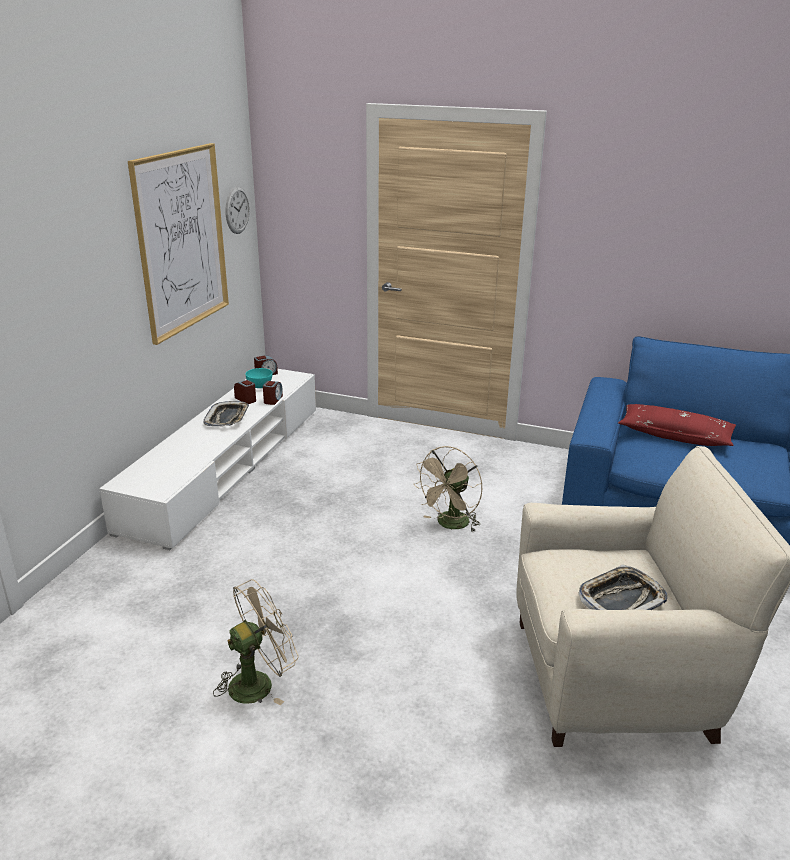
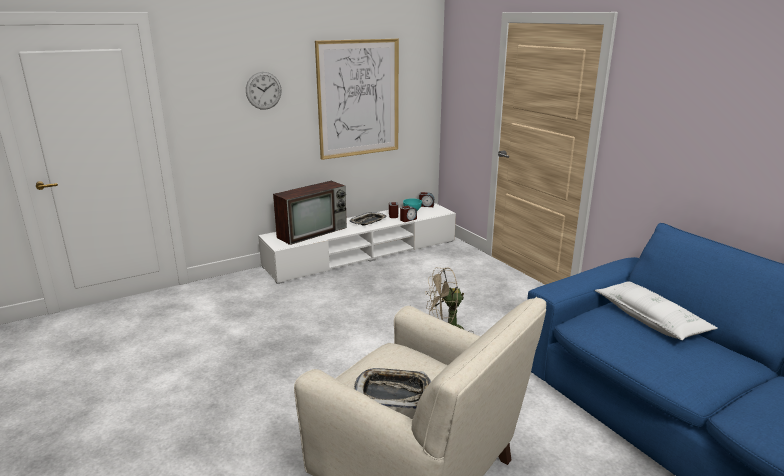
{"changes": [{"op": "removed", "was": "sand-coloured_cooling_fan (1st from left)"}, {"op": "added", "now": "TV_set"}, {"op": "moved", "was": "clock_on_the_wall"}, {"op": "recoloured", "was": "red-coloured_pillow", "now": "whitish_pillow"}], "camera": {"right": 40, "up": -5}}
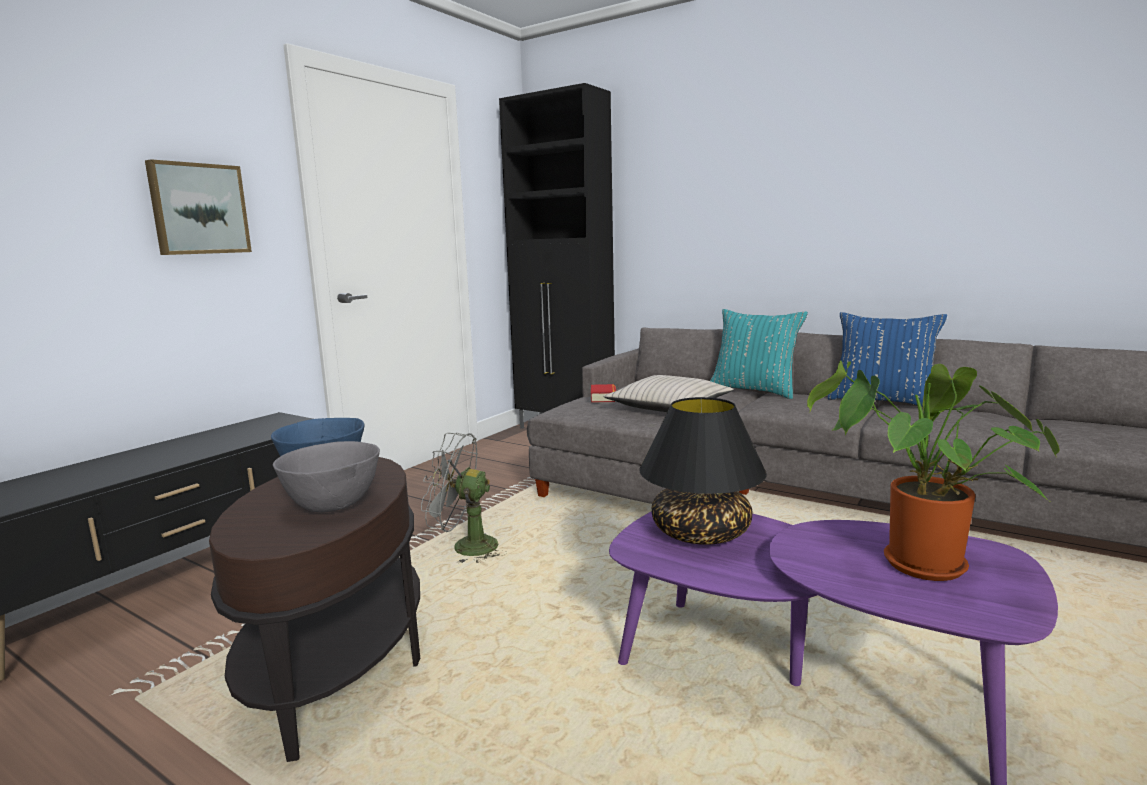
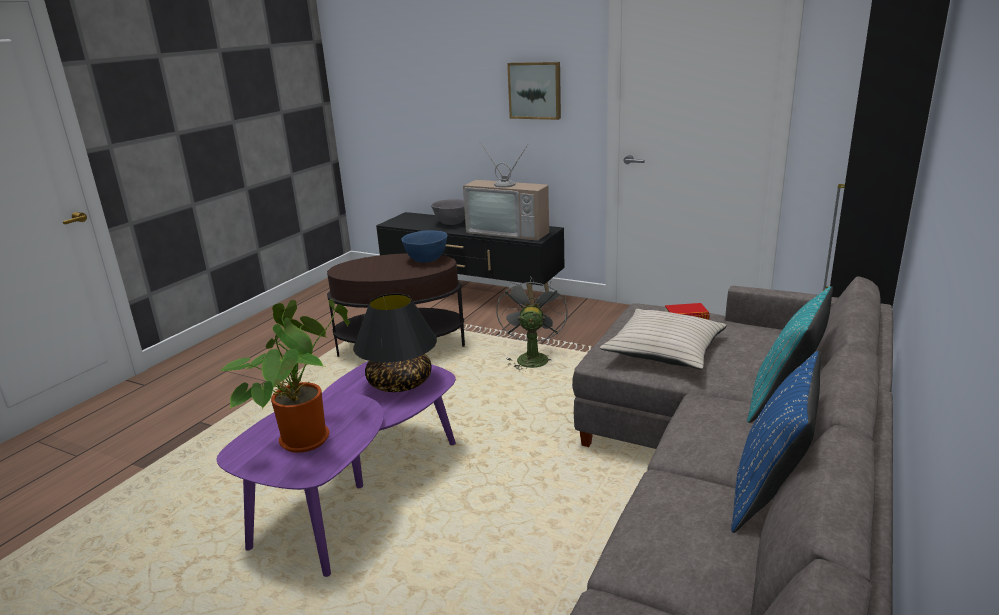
{"changes": [{"op": "added", "now": "TV_set"}, {"op": "moved", "was": "greyish_serving_bowl"}], "camera": {"right": 85, "up": 10}}
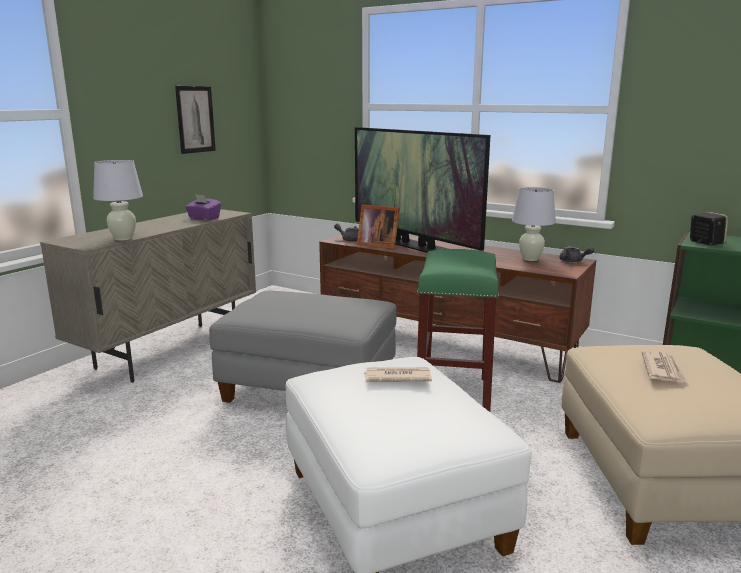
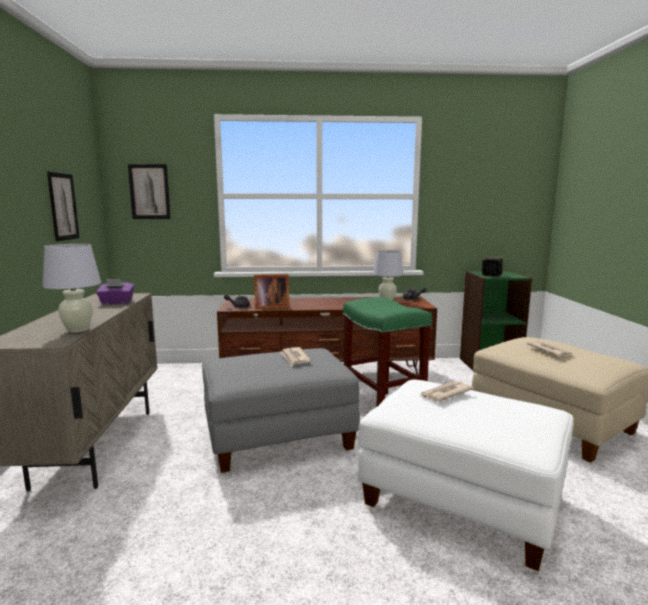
{"changes": [{"op": "removed", "was": "TV_set"}, {"op": "added", "now": "wall_art (2nd from left)"}, {"op": "added", "now": "daily_paper (1st from left)"}], "camera": {"right": -35, "up": -5}}
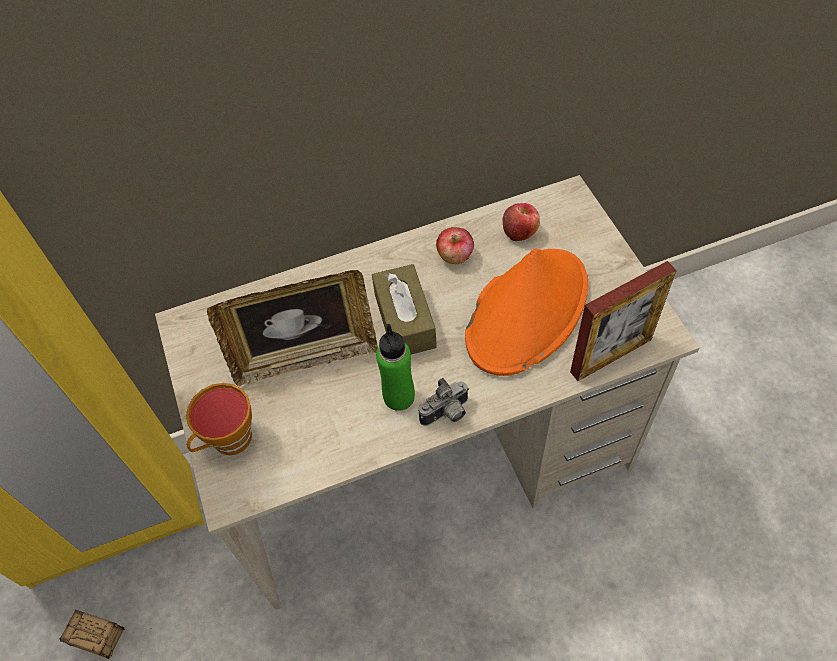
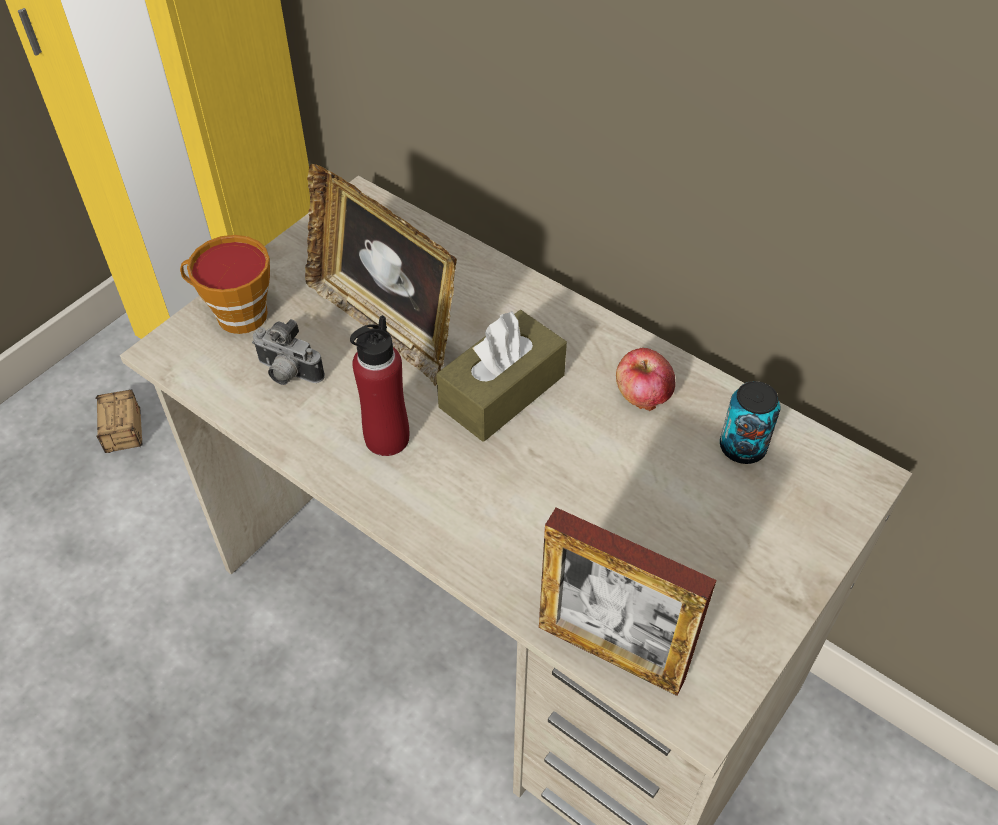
{"changes": [{"op": "removed", "was": "orangey_clothing_hat"}, {"op": "moved", "was": "photo_camera"}, {"op": "replaced", "was": "apple_fruit (2nd from left)", "now": "can"}, {"op": "recoloured", "was": "greenish_bottle", "now": "red-coloured_bottle"}], "camera": {"right": 55, "up": -5}}
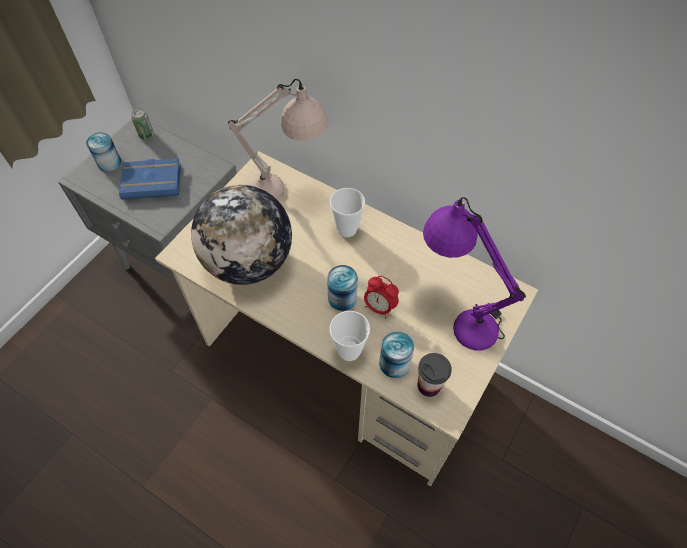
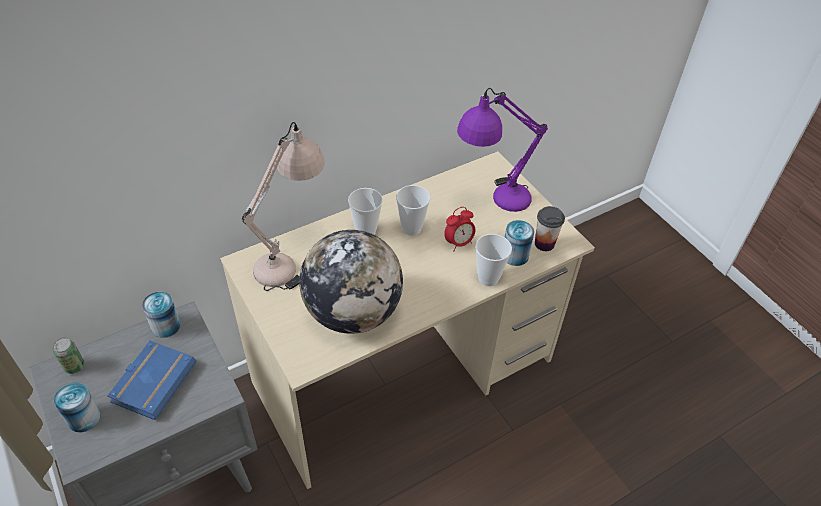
{"changes": [{"op": "added", "now": "cup (2nd from left)"}, {"op": "moved", "was": "can (3rd from left)"}], "camera": {"right": -65, "up": -10}}
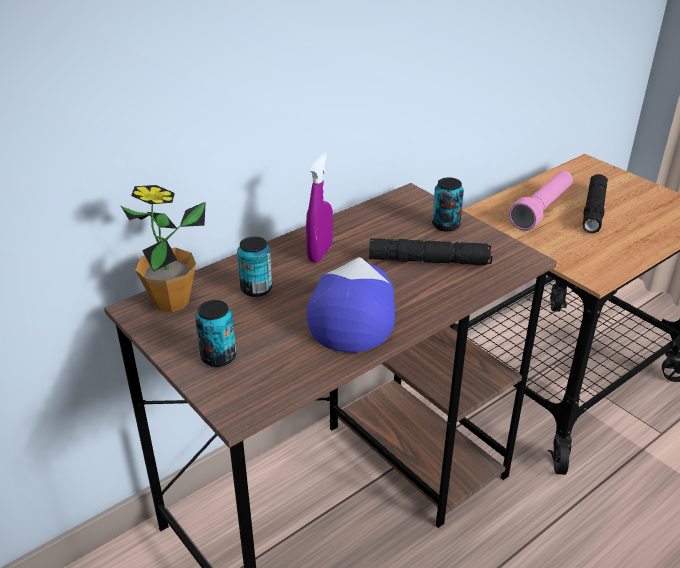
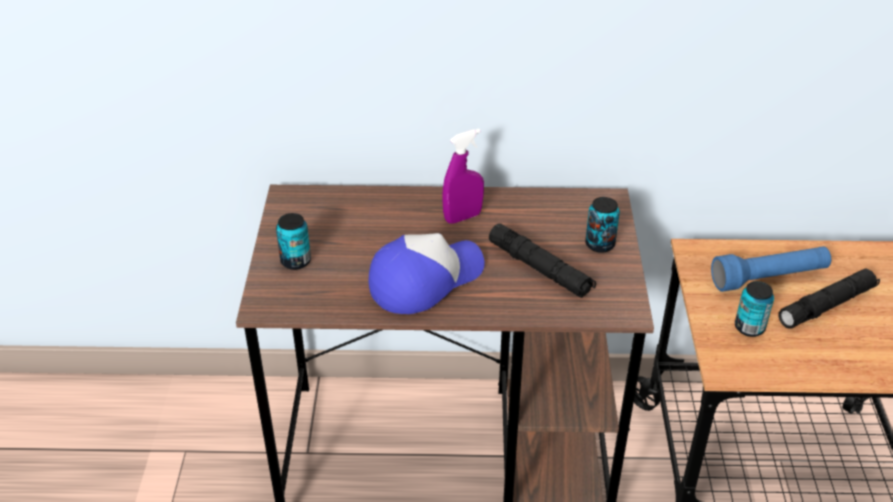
{"changes": [{"op": "removed", "was": "plant_in_a_pot"}, {"op": "moved", "was": "can (2nd from left in the first image)", "now": "can (3rd from left)"}, {"op": "recoloured", "was": "pink_torch", "now": "blue-coloured_torch"}], "camera": {"right": 40, "up": 5}}
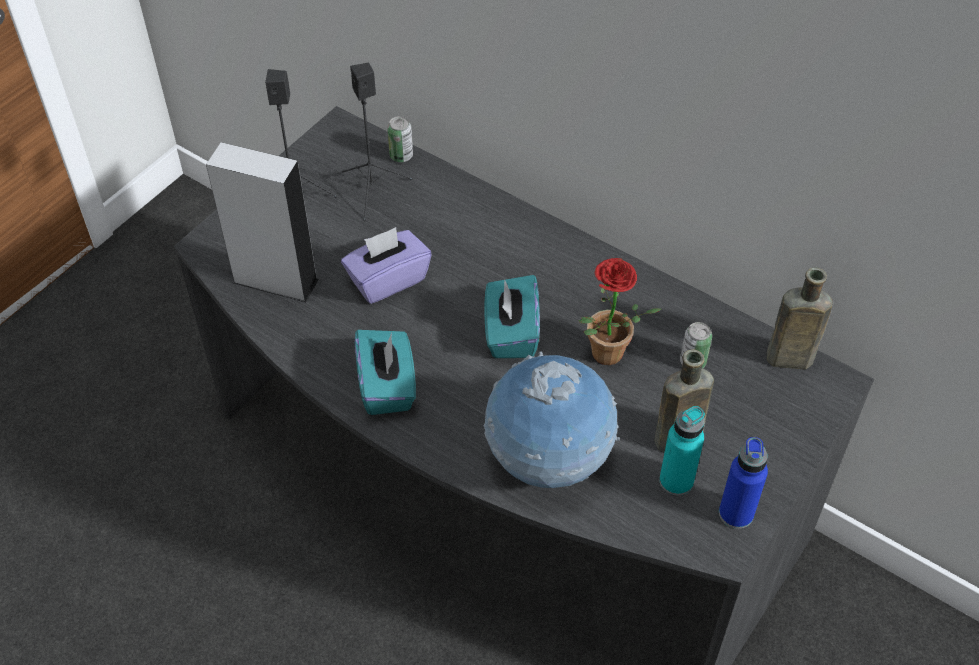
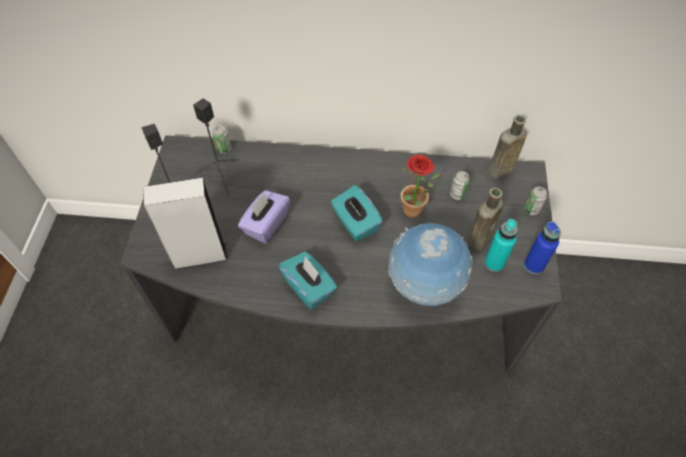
{"changes": [{"op": "added", "now": "can (3rd from left)"}], "camera": {"right": -30, "up": 5}}
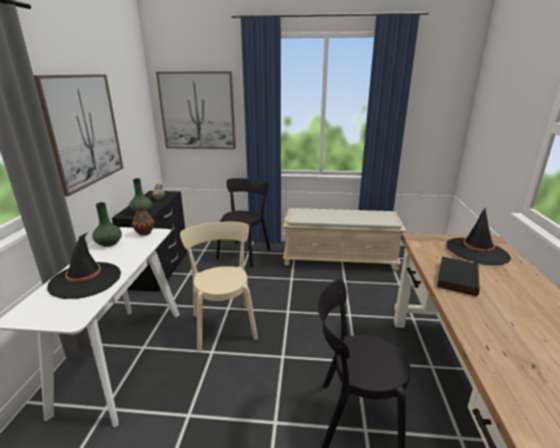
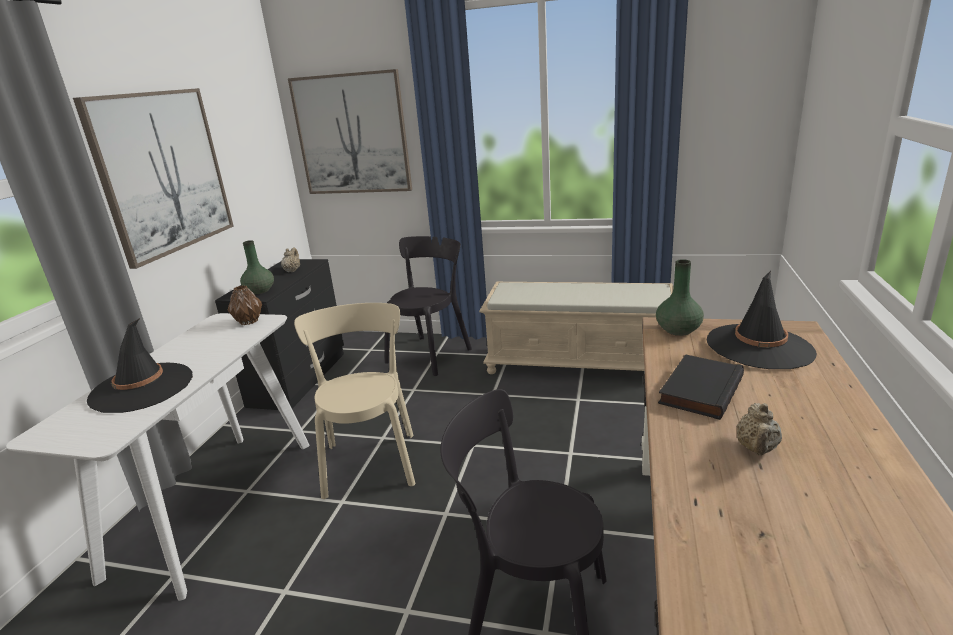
{"changes": [{"op": "added", "now": "sand-coloured_teapot (2nd from left)"}, {"op": "moved", "was": "greenish_decorative_vase (1st from left in the first image)", "now": "greenish_decorative_vase (2nd from left)"}], "camera": {"right": 10, "up": 0}}
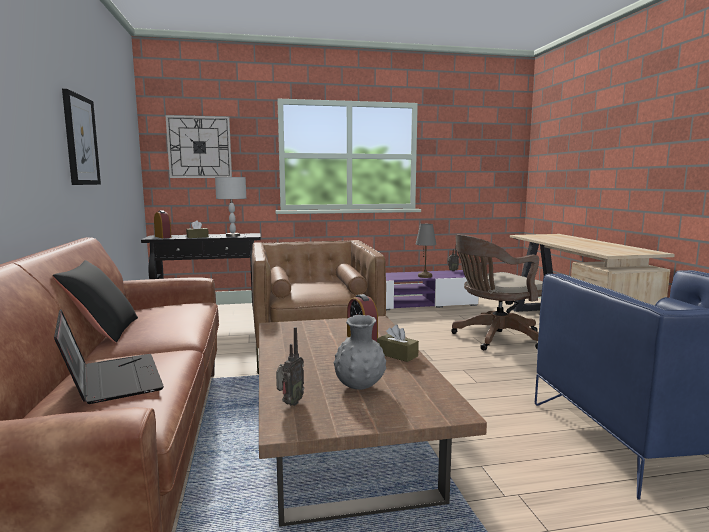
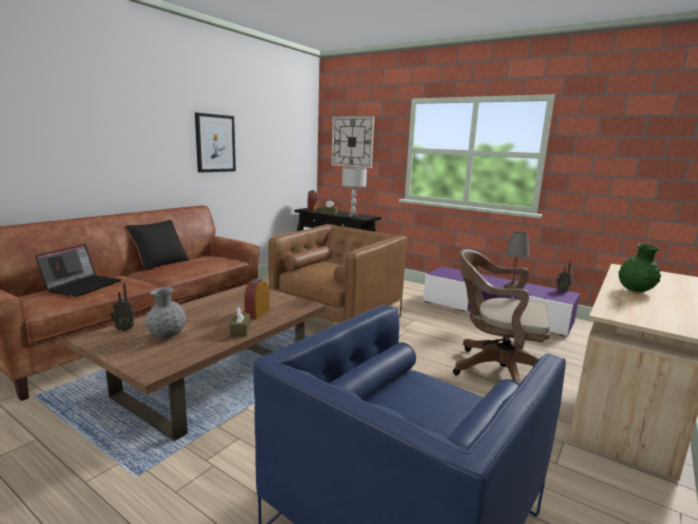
{"changes": [{"op": "added", "now": "greenish_decorative_vase"}], "camera": {"right": 45, "up": 5}}
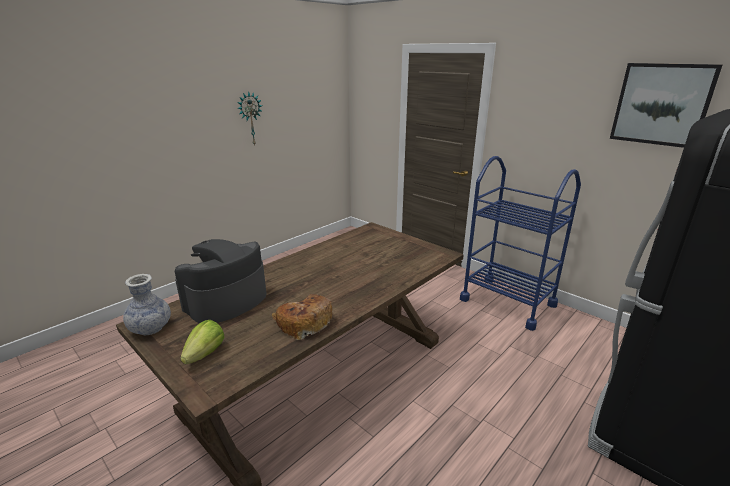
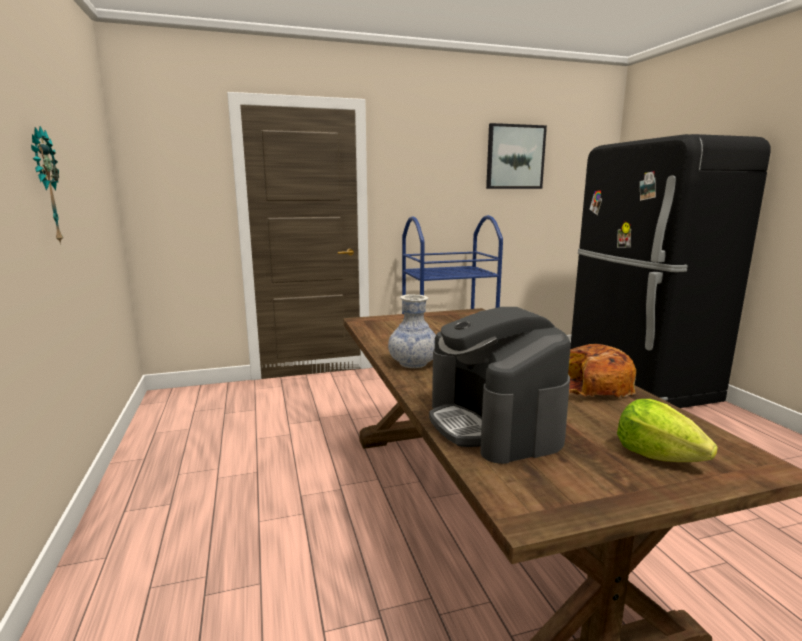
{"changes": [{"op": "moved", "was": "decorative_vase"}], "camera": {"right": -60, "up": -10}}
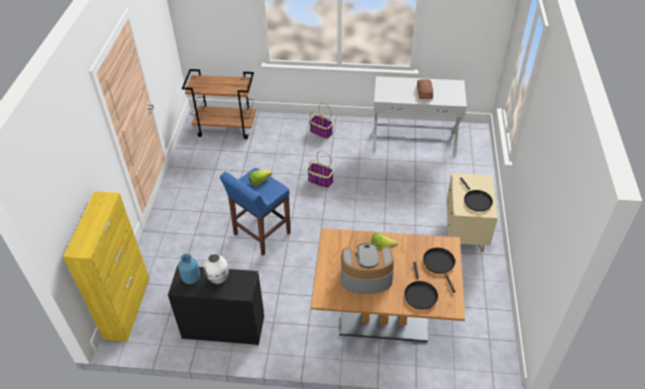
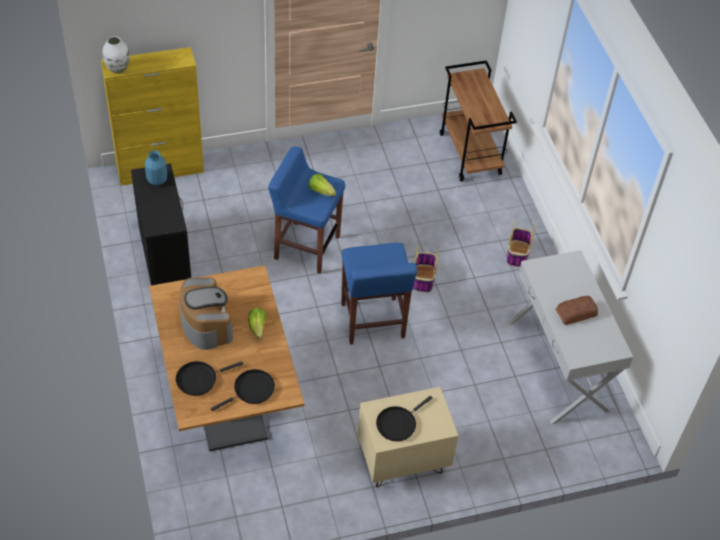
{"changes": [{"op": "added", "now": "blue-coloured_stool_seat (2nd from left)"}, {"op": "moved", "was": "whitish_decorative_vase"}], "camera": {"right": 65, "up": 5}}
